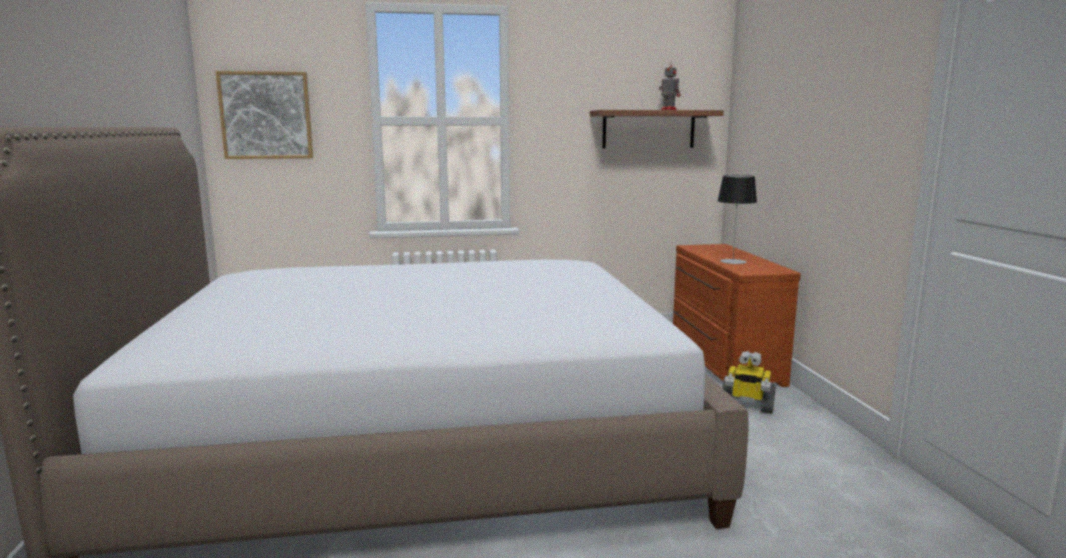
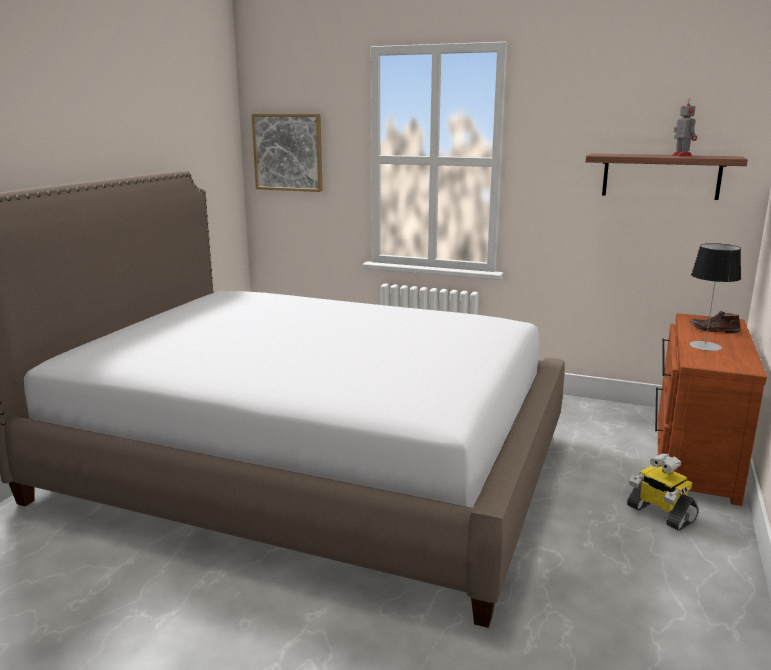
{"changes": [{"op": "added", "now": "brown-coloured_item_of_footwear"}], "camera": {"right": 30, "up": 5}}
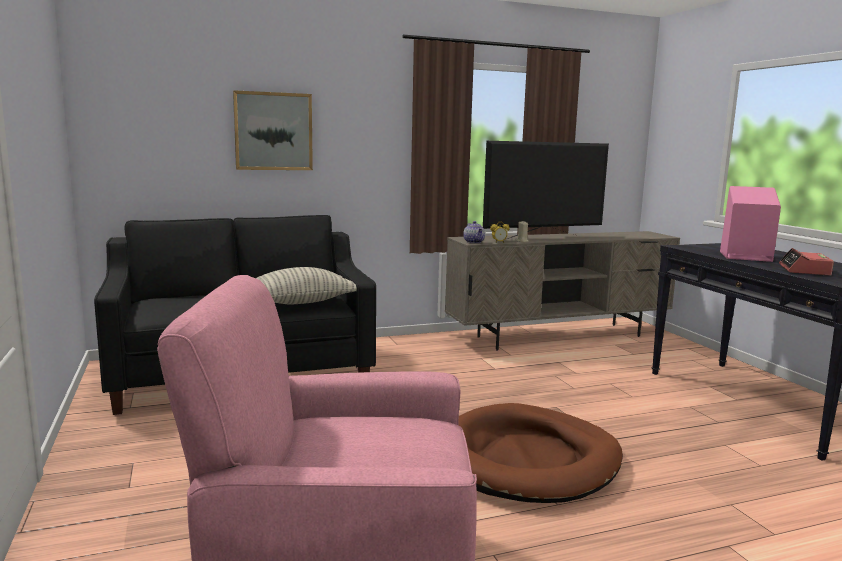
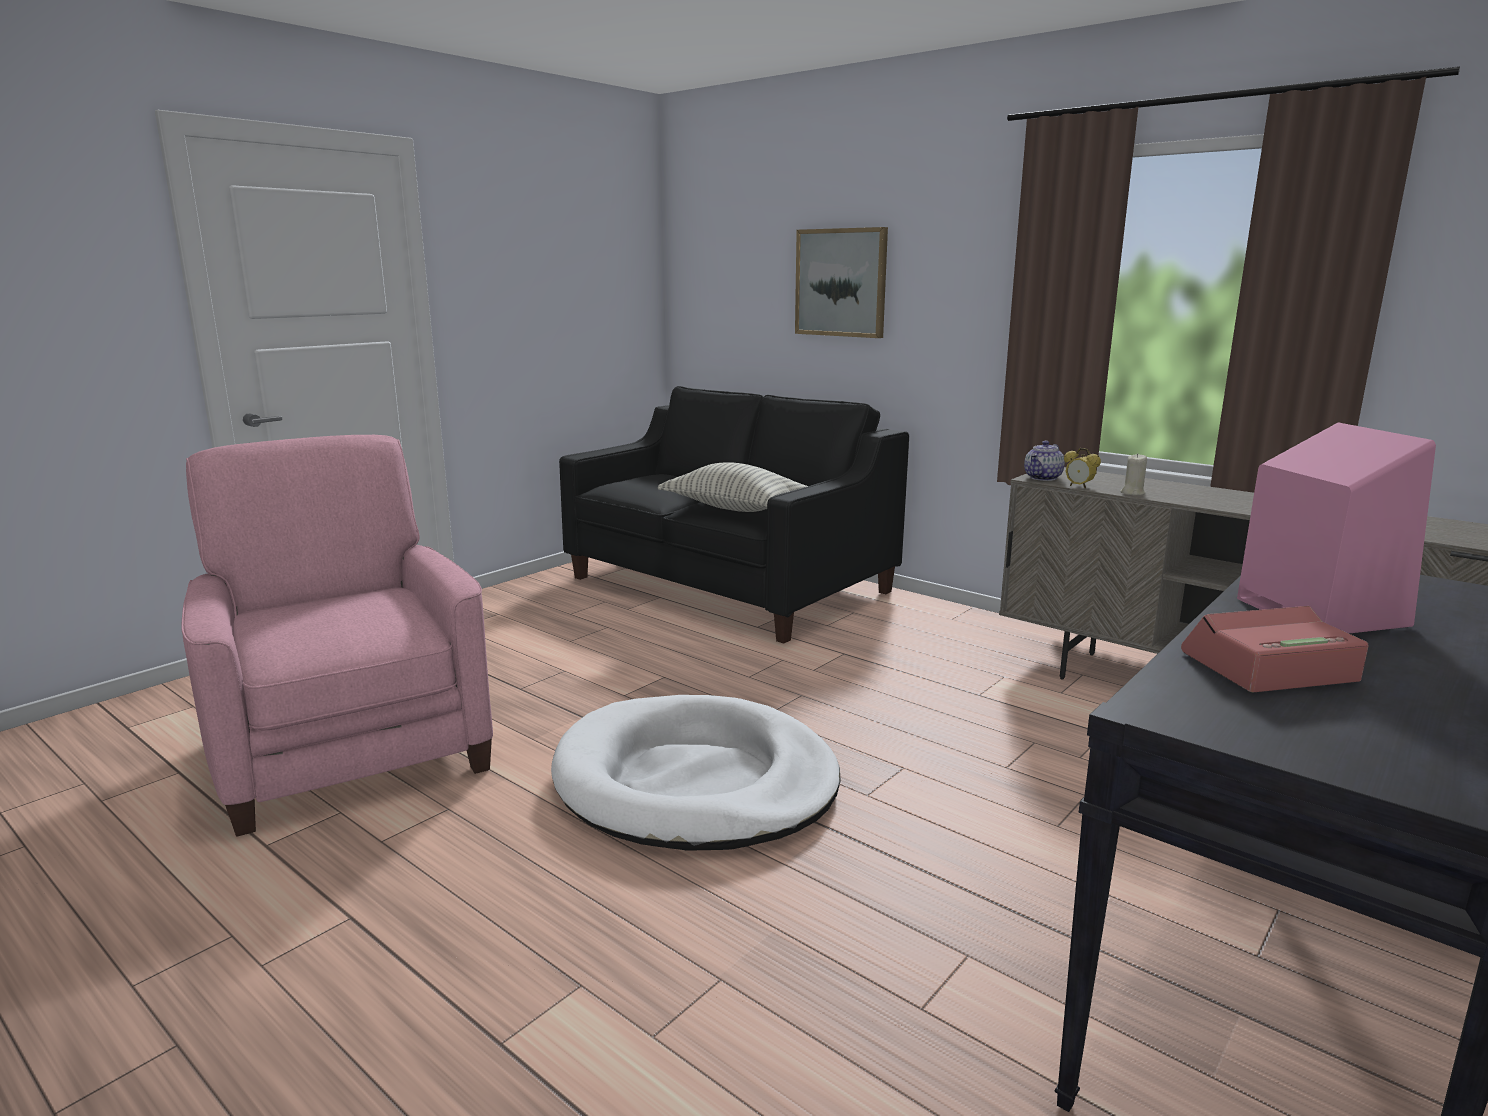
{"changes": [{"op": "removed", "was": "TV_set"}, {"op": "recoloured", "was": "brown-coloured_dog_cushion", "now": "whitish_dog_cushion"}], "camera": {"right": 60, "up": 5}}
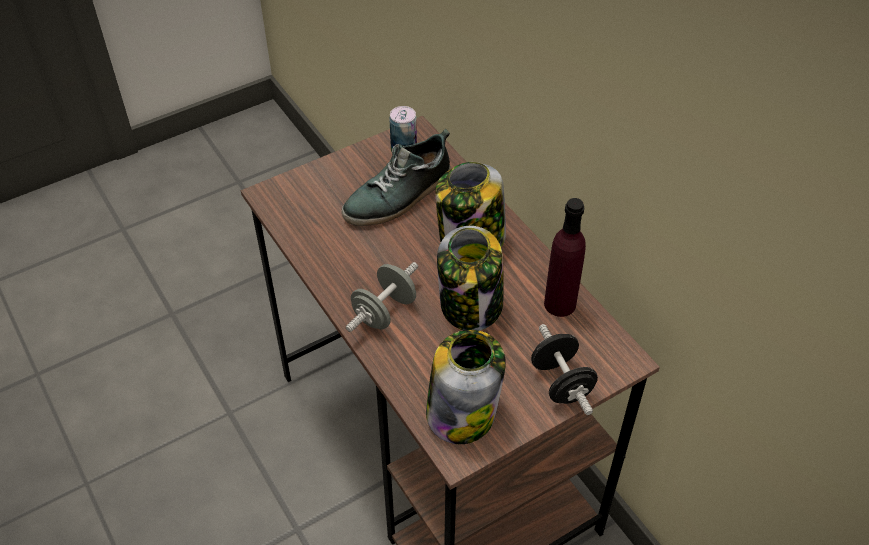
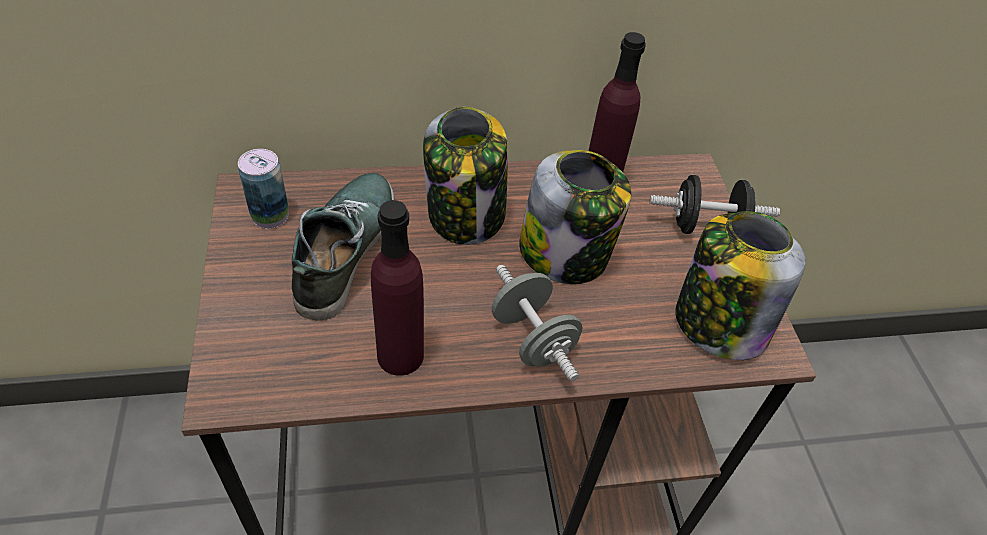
{"changes": [{"op": "added", "now": "purple-coloured_bottle (1st from left)"}, {"op": "turned", "was": "item_of_footwear", "clockwise": -150}], "camera": {"right": -70, "up": 0}}
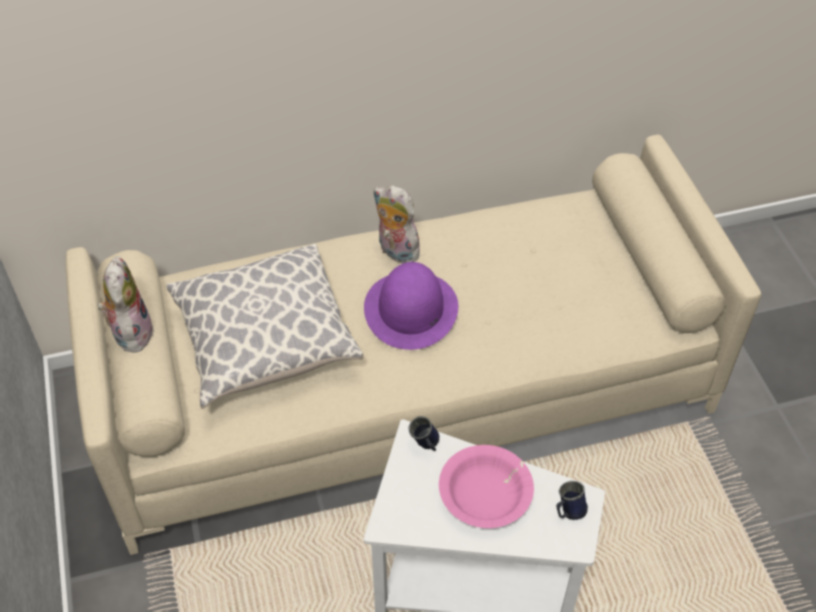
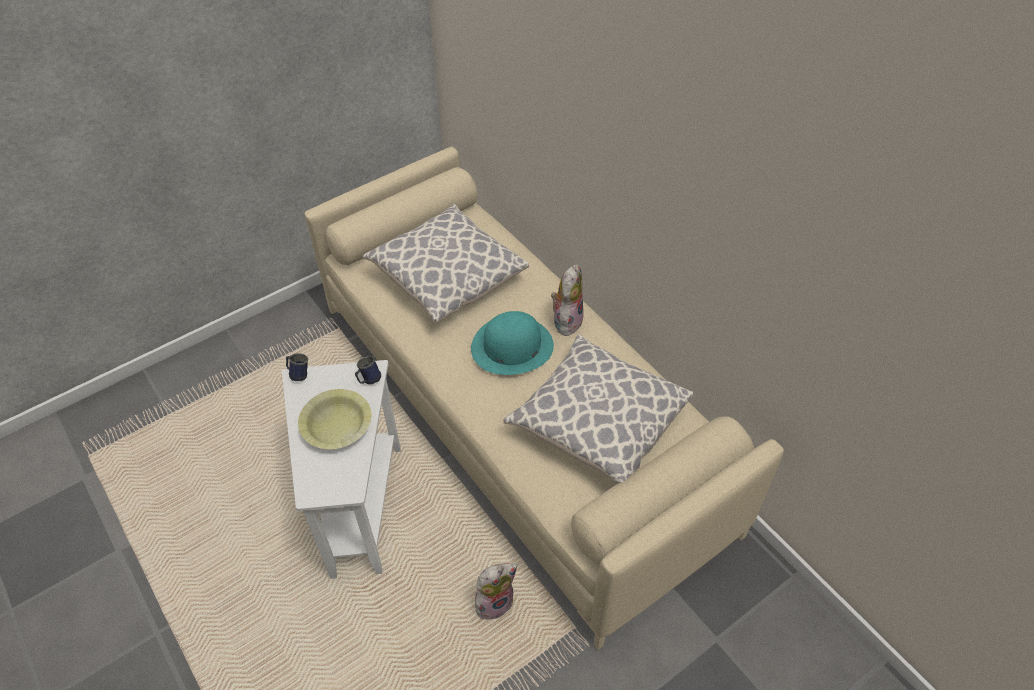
{"changes": [{"op": "added", "now": "pillow (2nd from left)"}, {"op": "moved", "was": "plush_toy (1st from left)"}, {"op": "moved", "was": "blue-coloured_tea_mug (2nd from left in the first image)", "now": "blue-coloured_tea_mug (1st from left)"}, {"op": "recoloured", "was": "purple-coloured_clothing_hat", "now": "turquoise_clothing_hat"}, {"op": "recoloured", "was": "pink_serving_bowl", "now": "yellowish_serving_bowl"}], "camera": {"right": 70, "up": 0}}
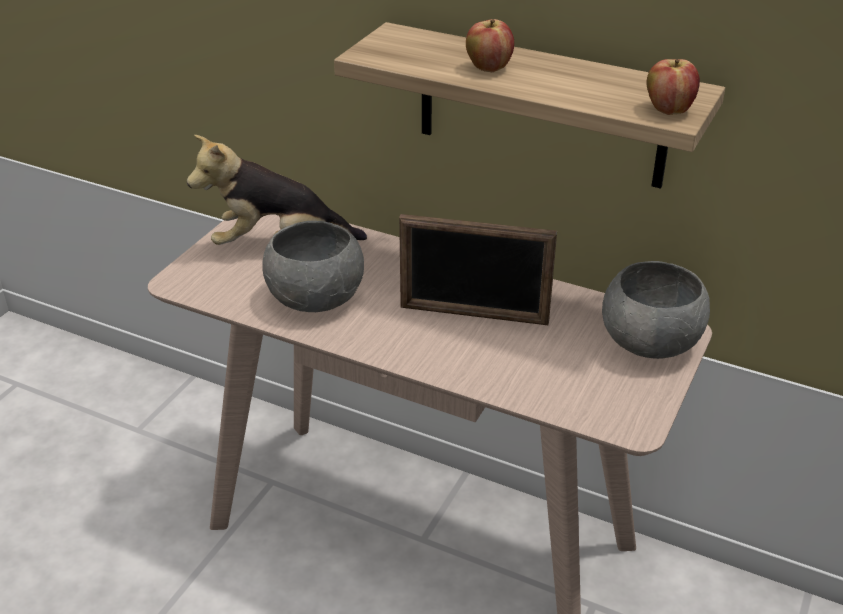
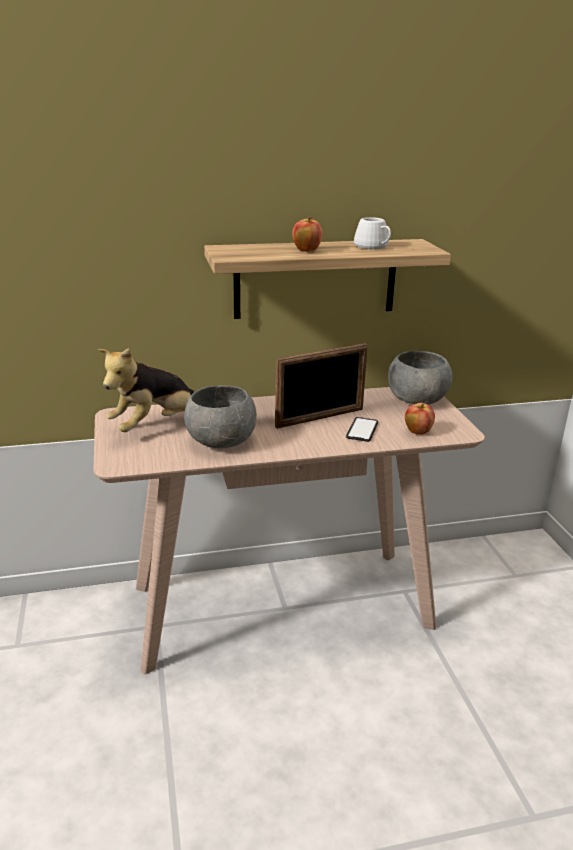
{"changes": [{"op": "added", "now": "handset"}, {"op": "added", "now": "whitish_tea_mug"}, {"op": "moved", "was": "apple_fruit (2nd from left)"}], "camera": {"right": -40, "up": -10}}
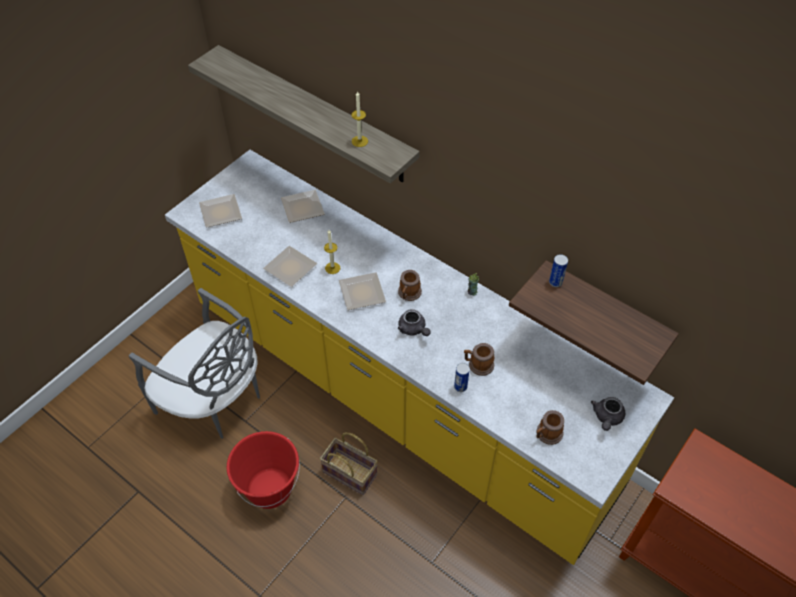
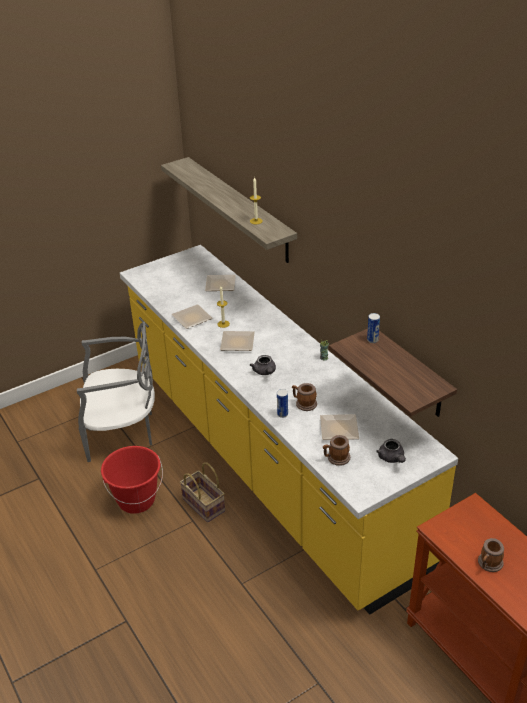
{"changes": [{"op": "moved", "was": "dinner_plate (1st from left in the first image)", "now": "dinner_plate (4th from left)"}, {"op": "moved", "was": "tea_mug (1st from left in the first image)", "now": "tea_mug (3rd from left)"}, {"op": "turned", "was": "greyish_upright_chair", "clockwise": -60}, {"op": "turned", "was": "greyish_teapot (2nd from left)", "clockwise": -60}], "camera": {"right": 20, "up": -15}}
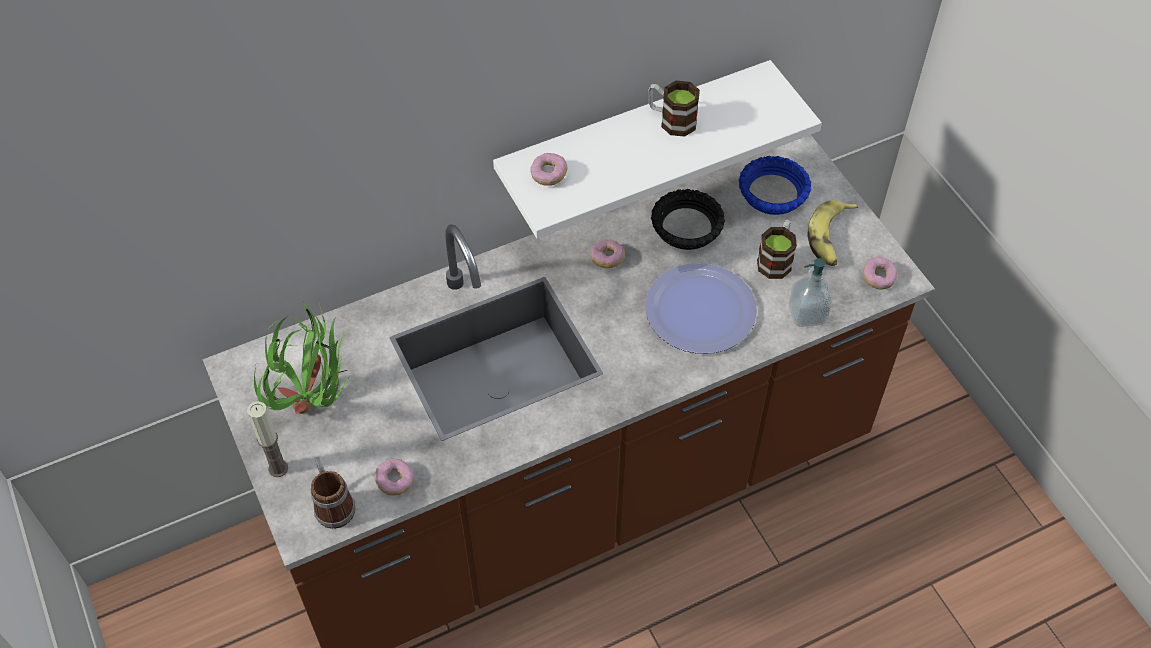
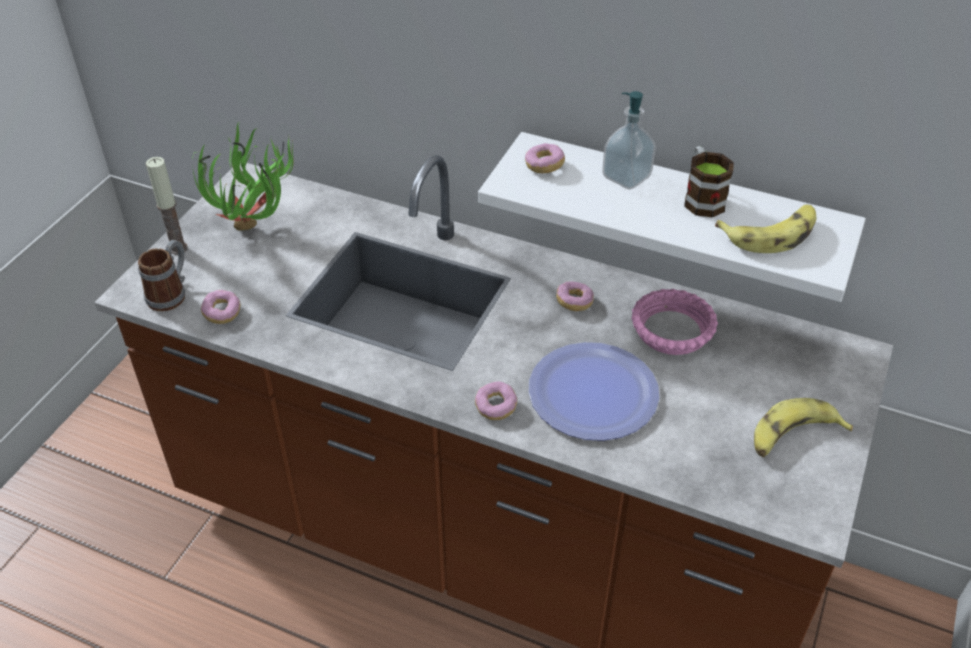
{"changes": [{"op": "removed", "was": "blue-coloured_serving_bowl"}, {"op": "removed", "was": "tea_mug (3rd from left)"}, {"op": "added", "now": "banana_fruit (1st from left)"}, {"op": "moved", "was": "soap_bottle"}, {"op": "moved", "was": "donut (4th from left in the first image)", "now": "donut (2nd from left)"}, {"op": "recoloured", "was": "black_serving_bowl", "now": "pink_serving_bowl"}], "camera": {"right": 50, "up": -10}}
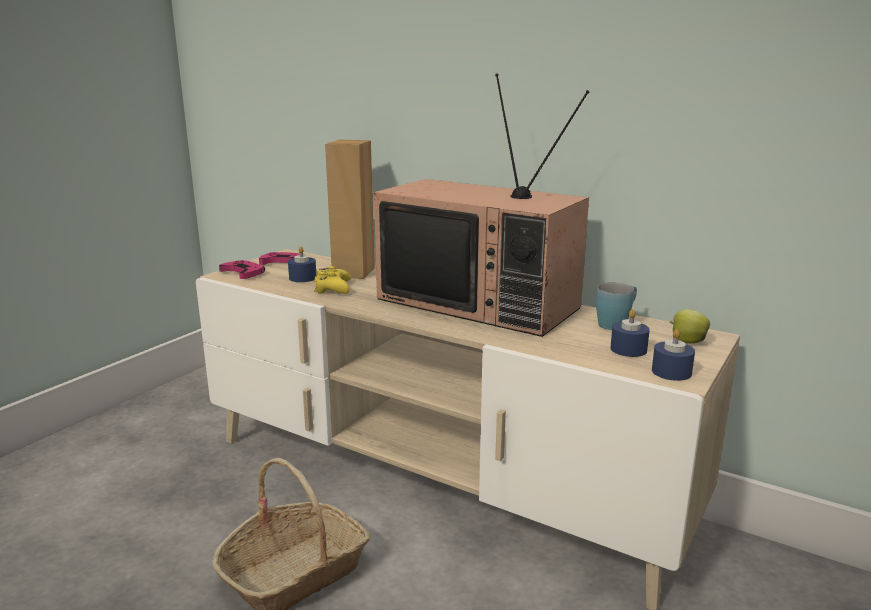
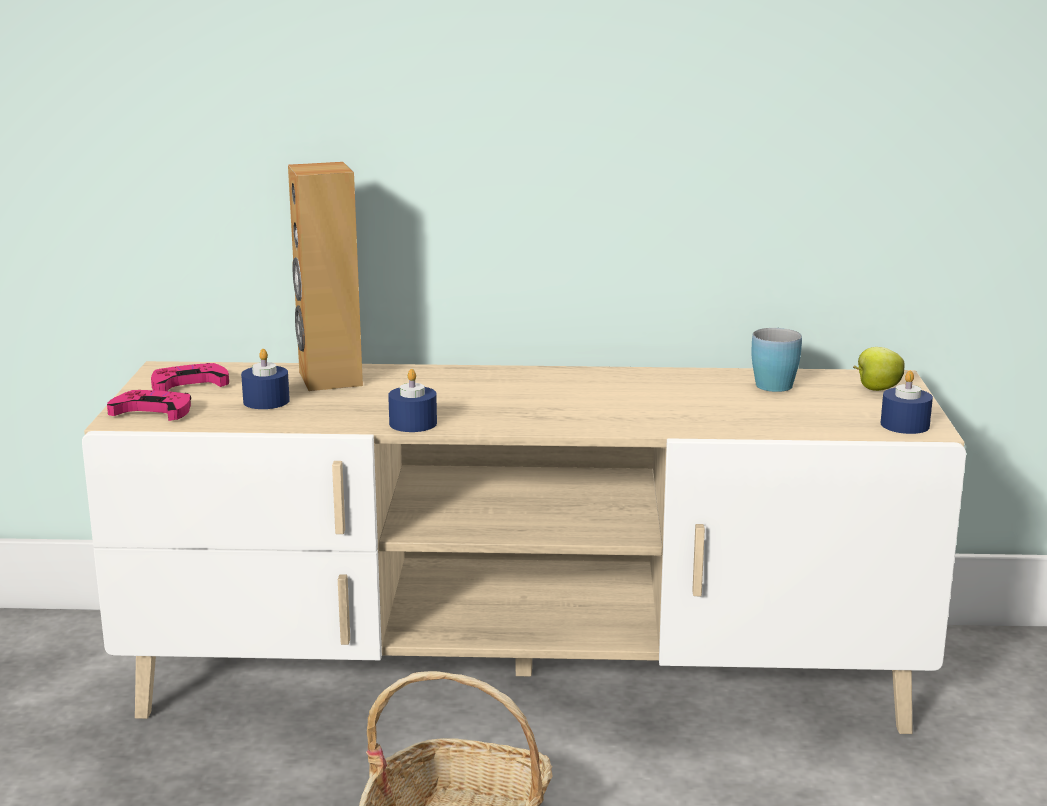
{"changes": [{"op": "removed", "was": "yellowish_joypad"}, {"op": "removed", "was": "TV_set"}, {"op": "moved", "was": "blue-coloured_candle (2nd from left)"}], "camera": {"right": -30, "up": 0}}
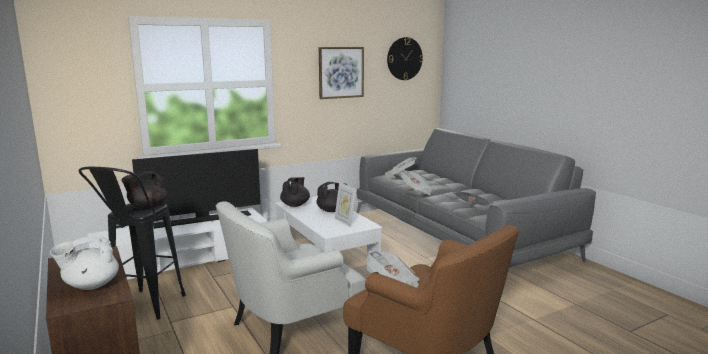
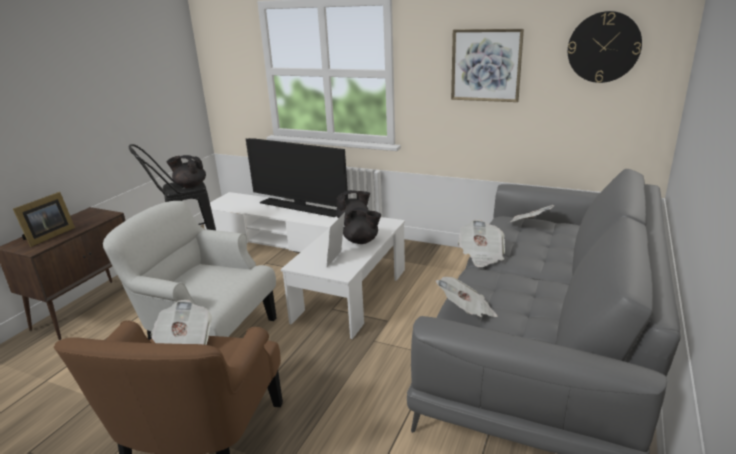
{"changes": [{"op": "replaced", "was": "whitish_teapot", "now": "picture_frame (1st from left)"}], "camera": {"right": 55, "up": 10}}
